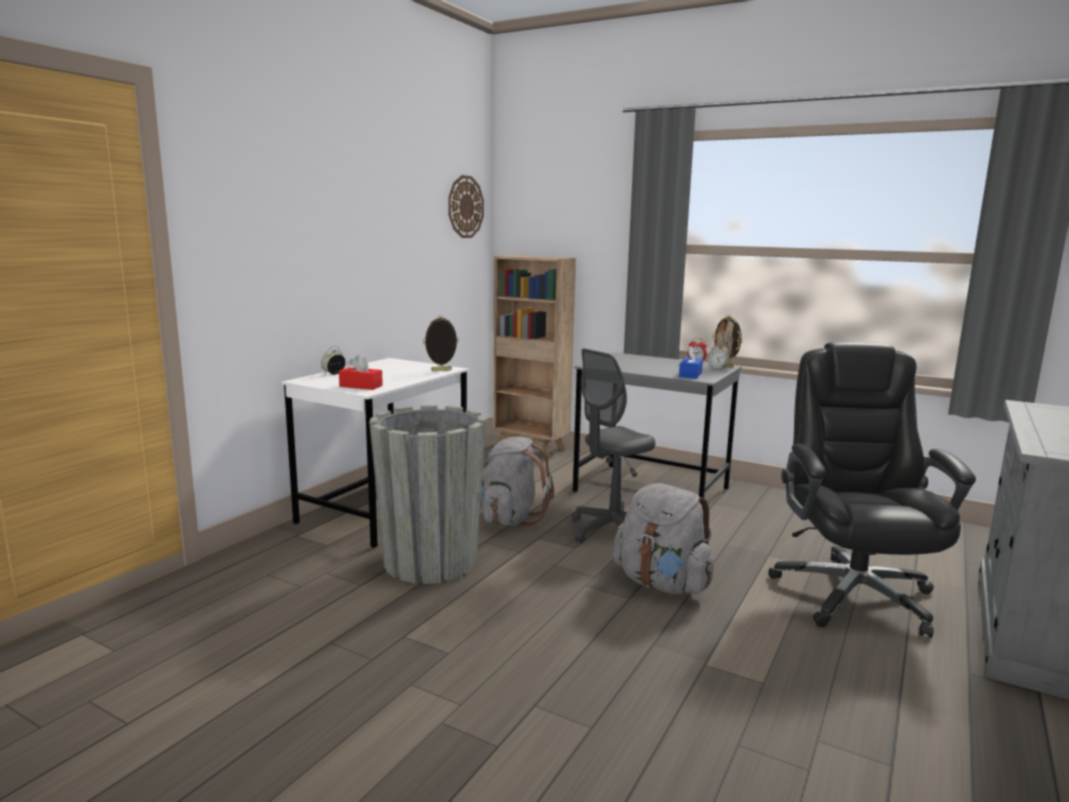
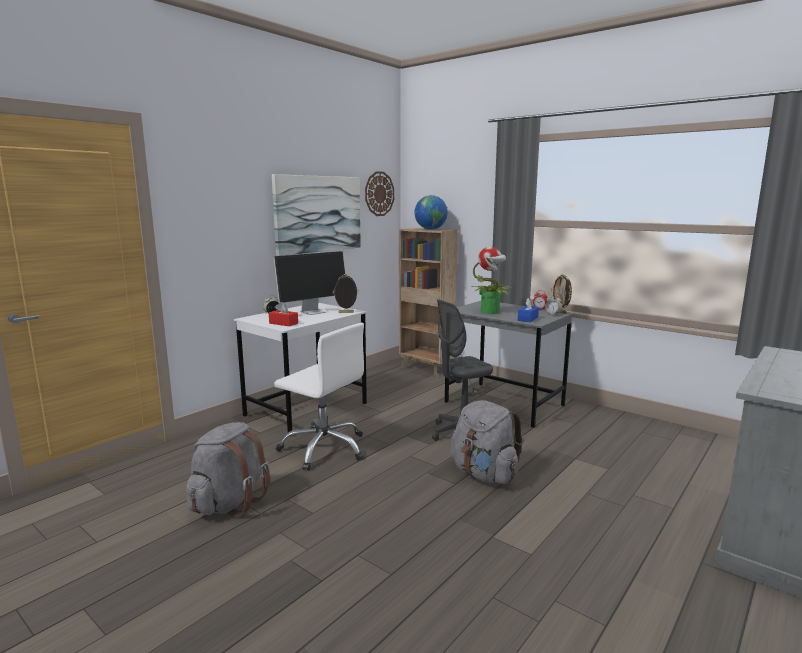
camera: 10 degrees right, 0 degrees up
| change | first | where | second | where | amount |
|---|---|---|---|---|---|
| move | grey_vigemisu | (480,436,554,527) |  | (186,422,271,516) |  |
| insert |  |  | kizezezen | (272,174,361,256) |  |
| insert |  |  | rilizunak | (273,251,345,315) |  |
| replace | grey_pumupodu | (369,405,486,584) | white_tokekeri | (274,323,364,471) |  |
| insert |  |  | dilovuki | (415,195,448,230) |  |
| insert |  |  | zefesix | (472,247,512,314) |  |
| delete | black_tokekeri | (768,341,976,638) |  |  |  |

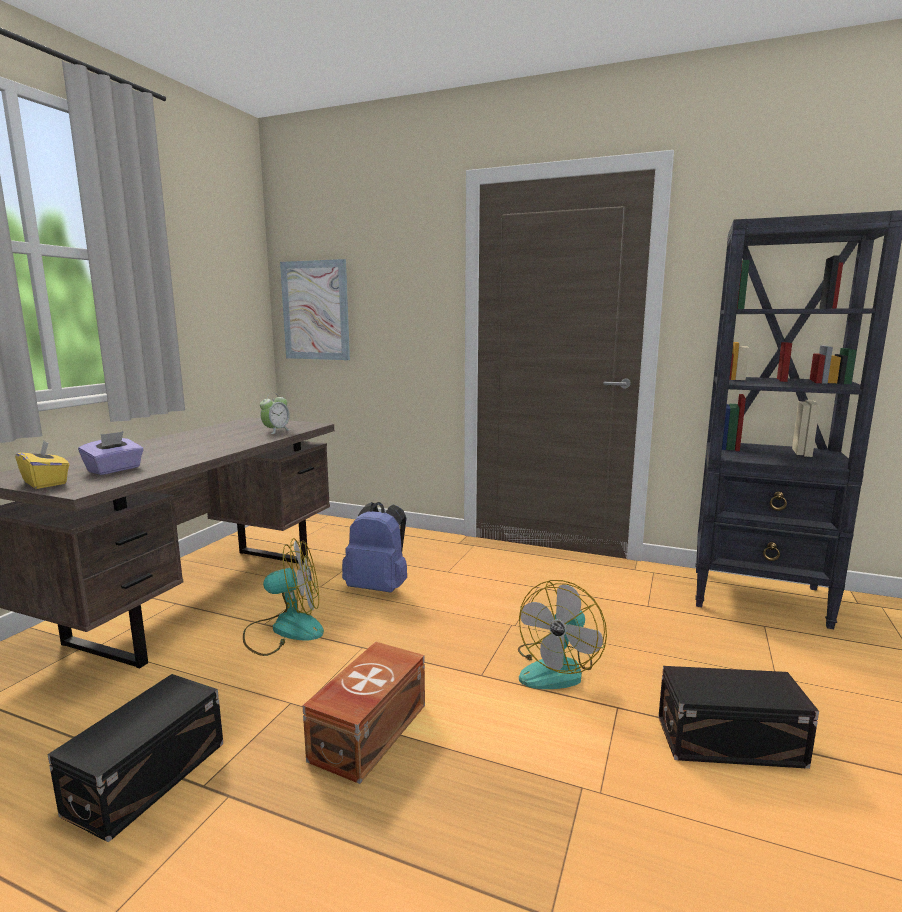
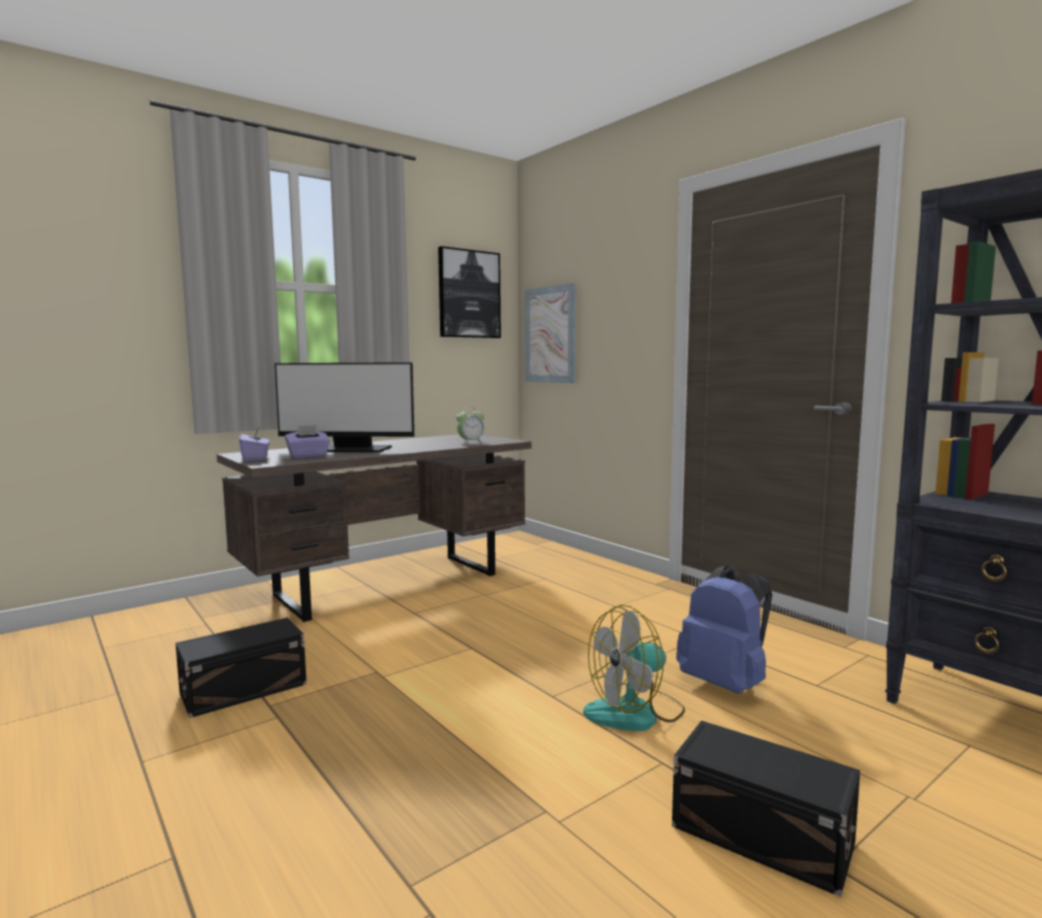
camera: 30 degrees right, 5 degrees down
| change | first | where | second | where | amount |
|---|---|---|---|---|---|
| recolor | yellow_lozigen | (15,441,69,489) | purple_lozigen | (239,427,270,461) |  |
| insert |  |  | rilizunak | (275,362,414,453) |  |
| insert |  |  | kizezezen | (438,246,501,338) |  |
| move | blue_vigemisu | (342,502,407,593) |  | (676,566,772,694) |  |
| delete | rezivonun | (243,538,324,656) |  |  |  |
| delete | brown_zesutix | (302,642,425,784) |  |  |  |

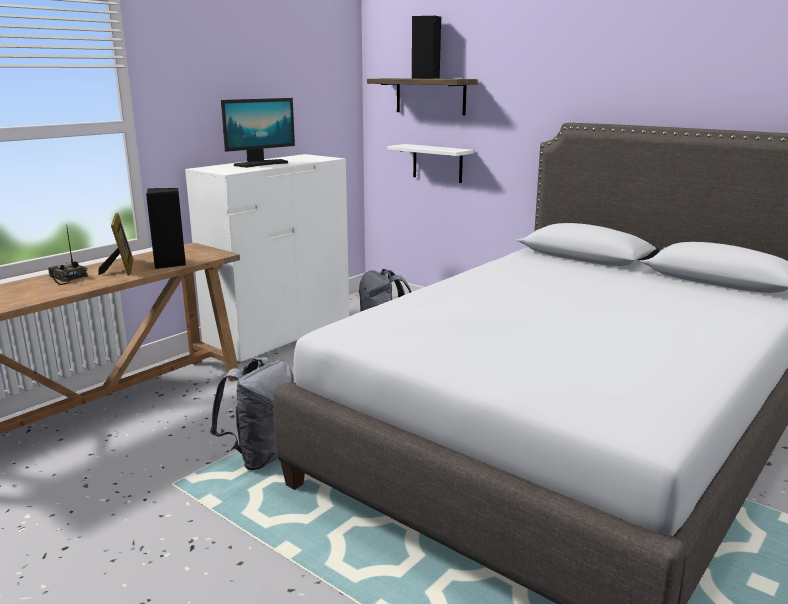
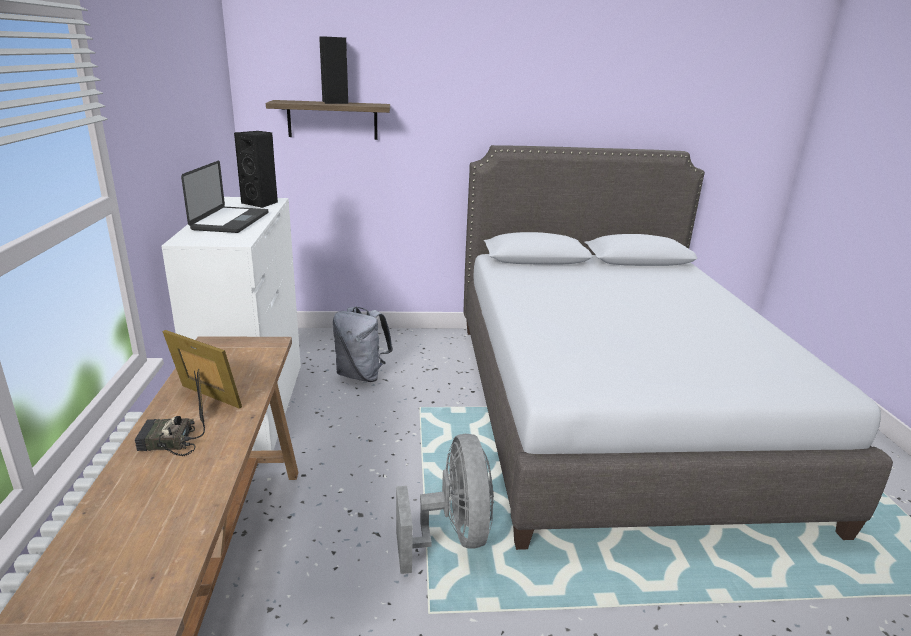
camera: 45 degrees left, 5 degrees up
| change | first | where | second | where | amount |
|---|---|---|---|---|---|
| replace | rilizunak | (221,98,295,168) | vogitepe | (181,160,268,233) |  |
| move | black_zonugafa | (146,188,186,269) |  | (234,131,278,208) |  |
| replace | grey_vigemisu | (210,357,294,470) | grey_rezivonun | (396,434,494,574) |  |
| delete | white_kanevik | (387,144,474,183) |  |  |  |

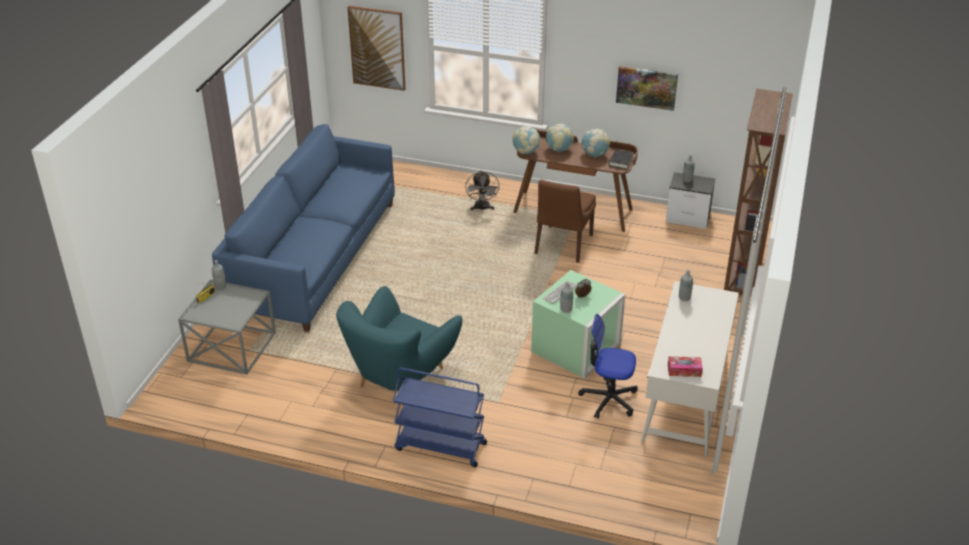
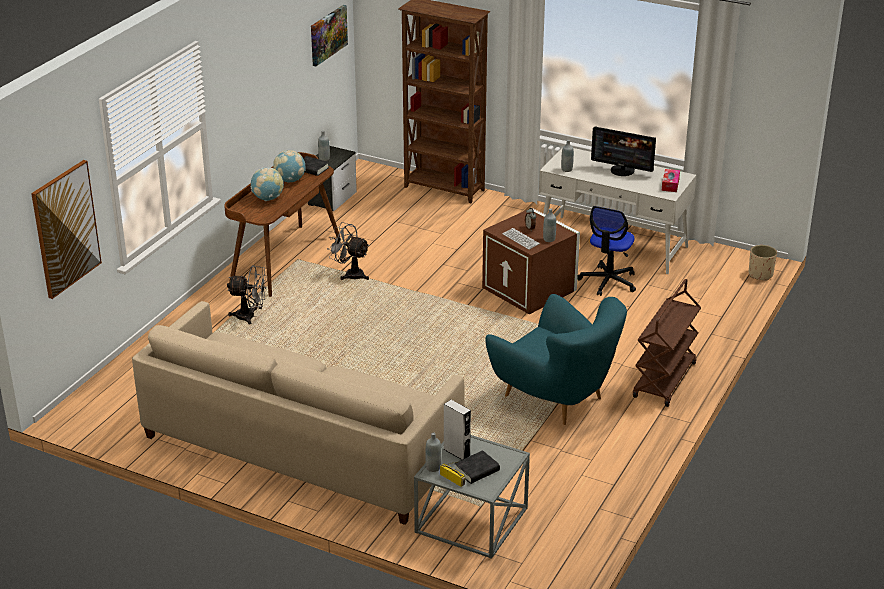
camera: 80 degrees left, 5 degrees down
| change | first | where | second | where | amount |
|---|---|---|---|---|---|
| recolor | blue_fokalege | (212,124,395,332) | beige_fokalege | (132,301,464,525) |  |
| move | kizezezen | (616,66,678,111) |  | (311,5,348,66) |  |
| replace | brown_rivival | (534,180,596,263) | grey_rezivonun | (327,222,370,280) |  |
| insert |  |  | grey_zonugafa | (443,400,471,460) |  |
| insert |  |  | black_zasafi | (454,450,500,484) |  |
| recolor | green_zesutix | (531,270,626,379) | brown_zesutix | (482,209,580,314) |  |
| insert |  |  | rilizunak | (591,126,656,176) |  |
| recolor | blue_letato | (393,367,487,467) | brown_letato | (633,279,701,407) |  |
| insert |  |  | beige_pumupodu | (749,245,777,281) |  |
| delete | dilovuki | (512,126,541,154) |  |  |  |

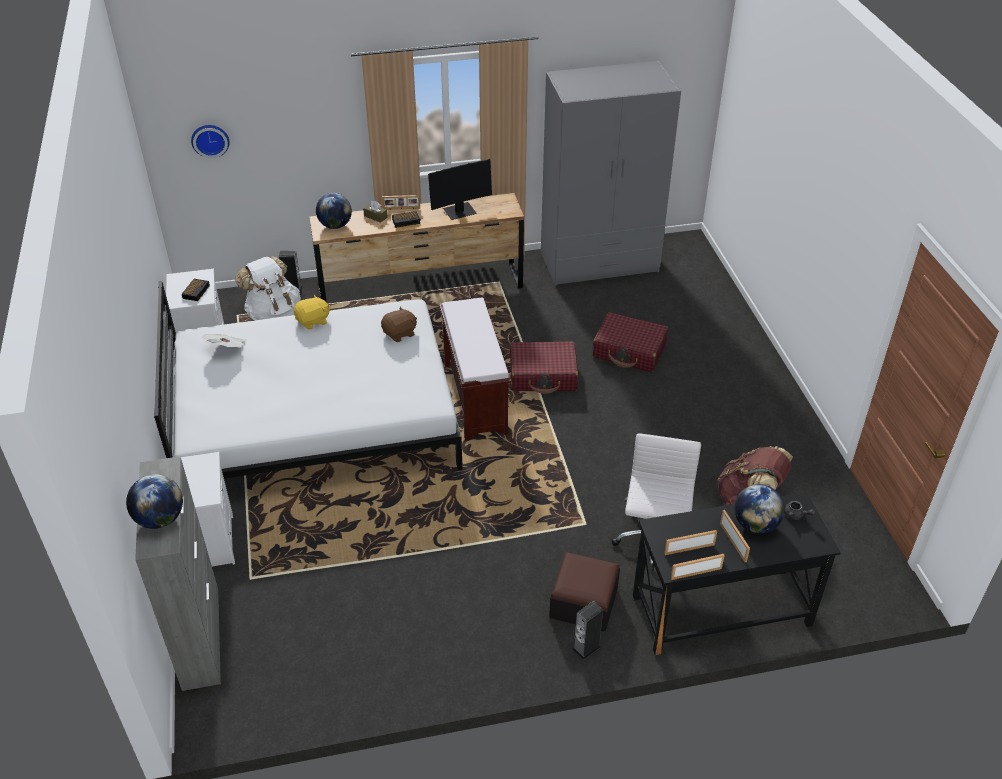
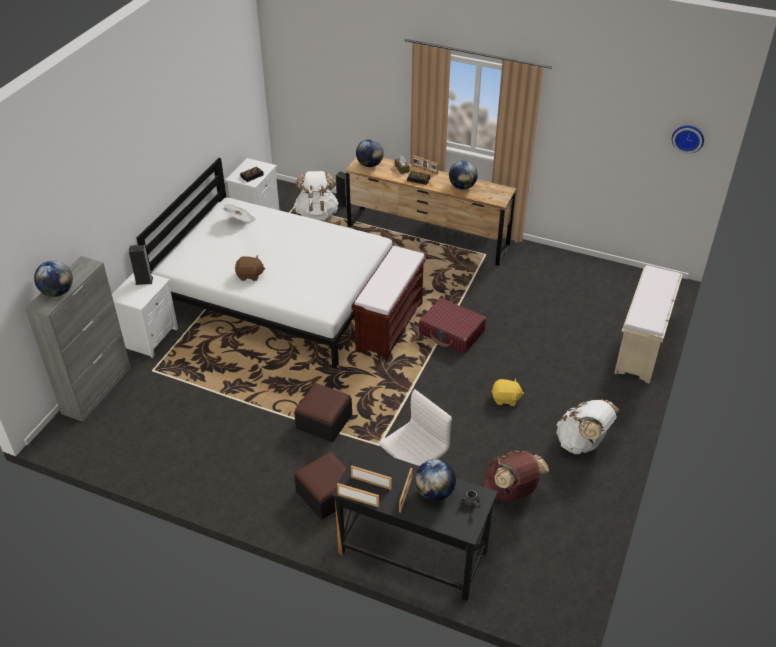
camera: 35 degrees right, 0 degrees up
| change | first | where | second | where | amount |
|---|---|---|---|---|---|
| move | zonugafa | (572,601,603,660) |  | (129,245,153,285) |  |
| move | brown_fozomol | (381,307,417,342) |  | (235,255,265,281) |  |
| insert |  |  | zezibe | (294,383,352,442) |  |
| replace | rilizunak | (428,159,492,220) | dilovuki | (449,161,478,190) |  |
| move | yellow_fozomol | (294,294,331,330) |  | (491,379,524,406) |  |
| insert |  |  | white_vigemisu | (556,400,620,454) |  |
| insert |  |  | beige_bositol | (614,265,683,384) |  |
| move | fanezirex | (191,125,229,158) |  | (672,125,704,154) |  |
| delete | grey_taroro | (541,61,681,286) |  |  |  |
| delete | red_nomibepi | (593,312,668,372) |  |  |  |

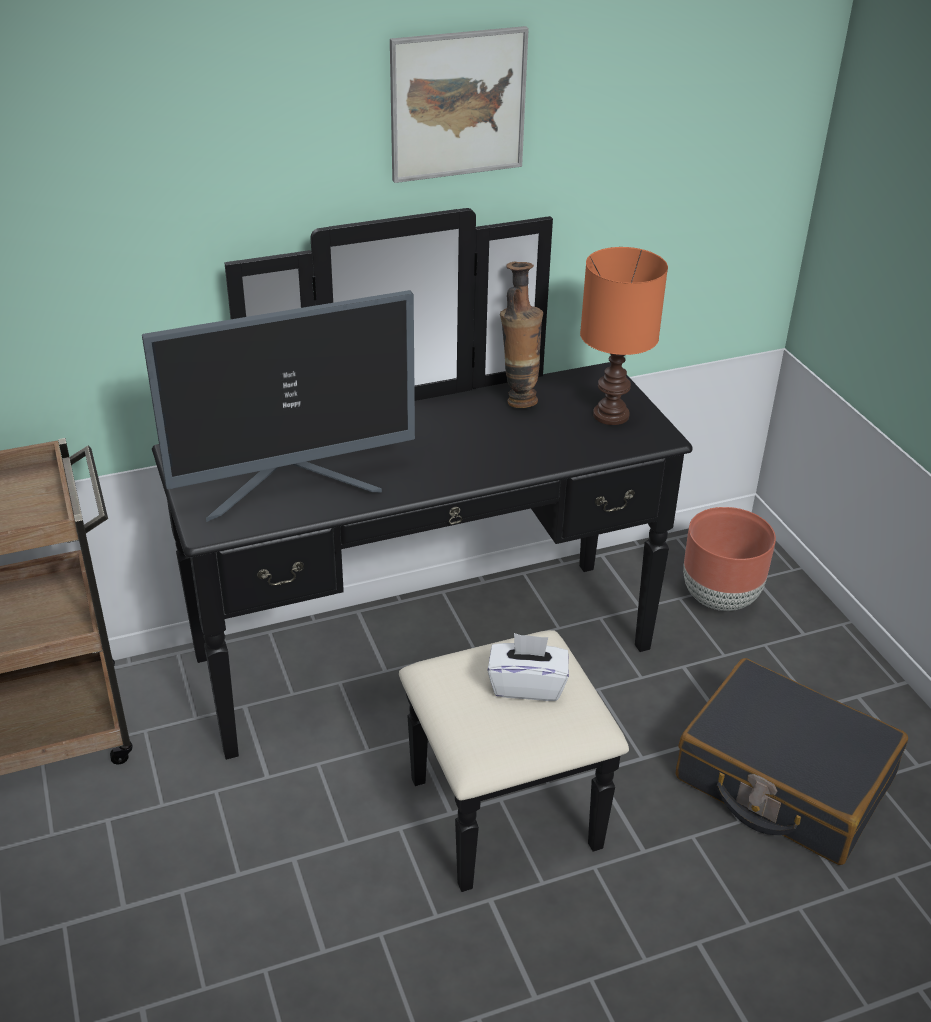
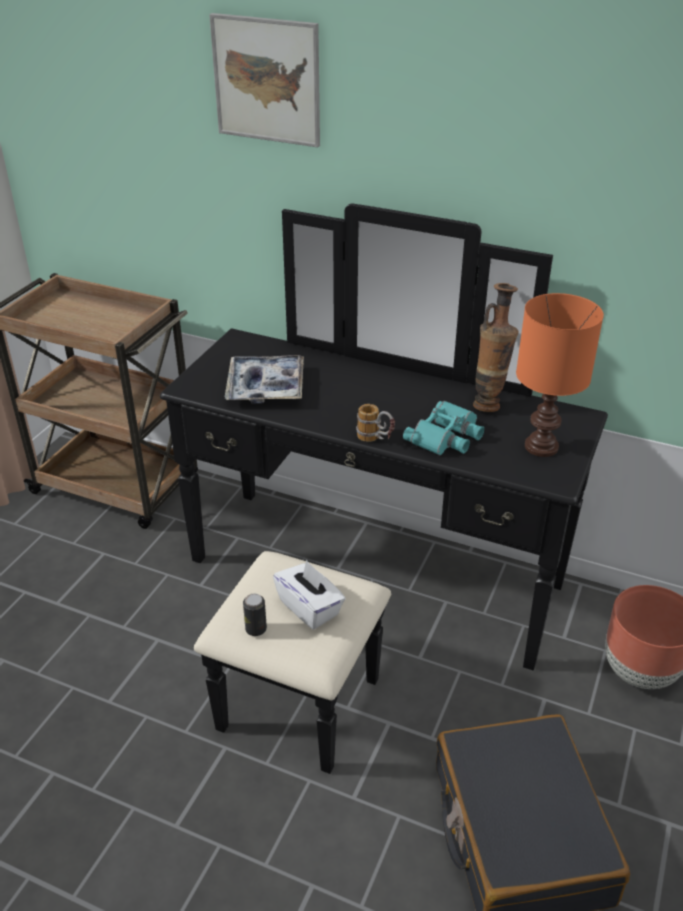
camera: 45 degrees right, 0 degrees up
| change | first | where | second | where | amount |
|---|---|---|---|---|---|
| move | kizezezen | (390,26,529,183) |  | (209,13,320,147) |  |
| replace | rilizunak | (142,290,415,522) | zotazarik | (225,355,304,404) |  |
| insert |  |  | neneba | (243,594,267,636) |  |
| insert |  |  | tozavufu | (356,404,395,442) |  |
| insert |  |  | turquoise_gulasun | (403,401,484,455) |  |

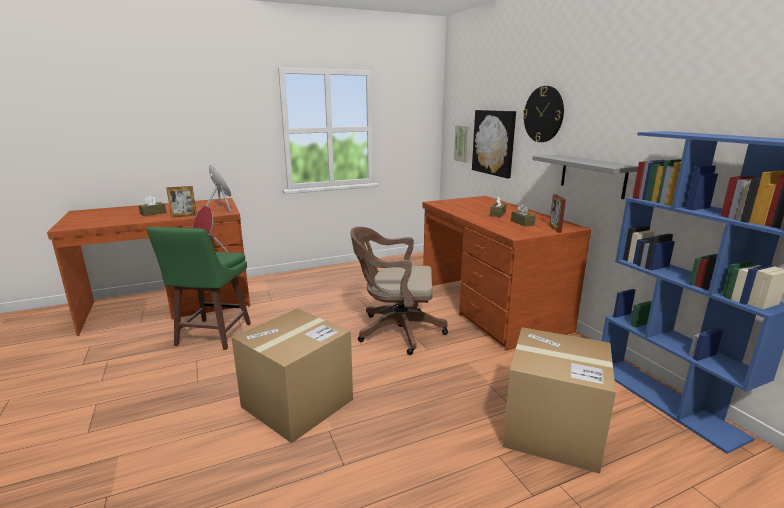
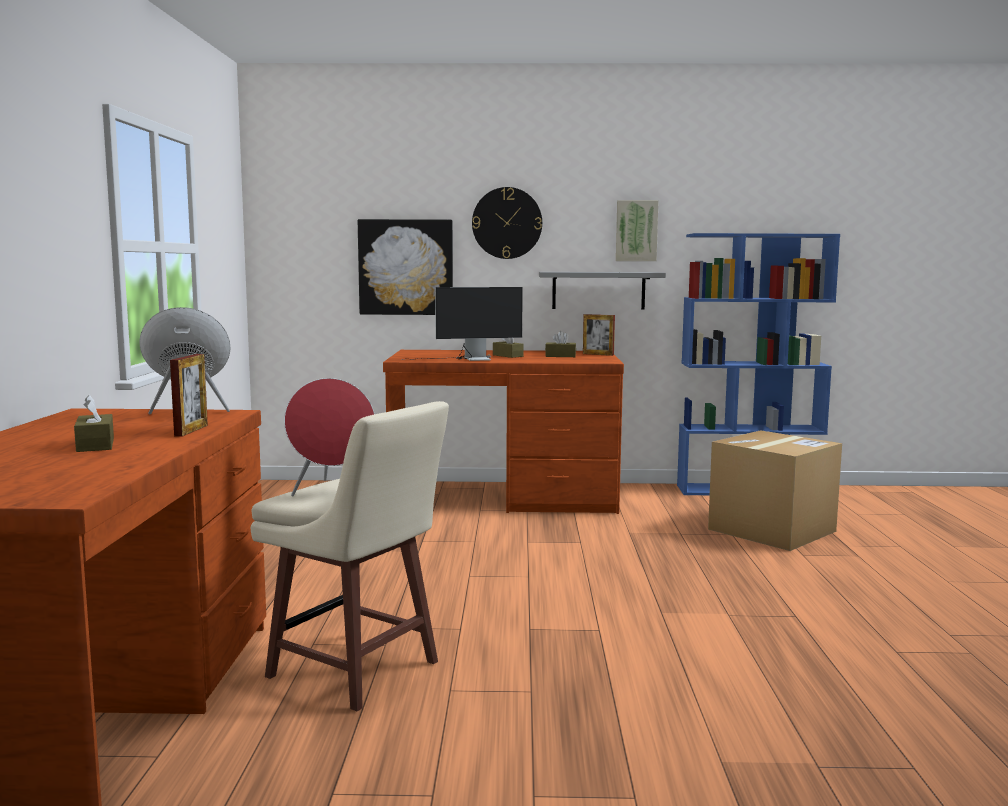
camera: 65 degrees left, 10 degrees down
| change | first | where | second | where | amount |
|---|---|---|---|---|---|
| recolor | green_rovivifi | (147,227,251,350) | beige_rovivifi | (251,401,449,711) |  |
| insert |  |  | rilizunak | (401,287,523,361) |  |
| move | kizezezen | (454,125,471,163) |  | (616,200,659,261) |  |
| delete | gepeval | (232,308,353,443) |  |  |  |
| delete | brown_tokekeri | (350,227,448,355) |  |  |  |

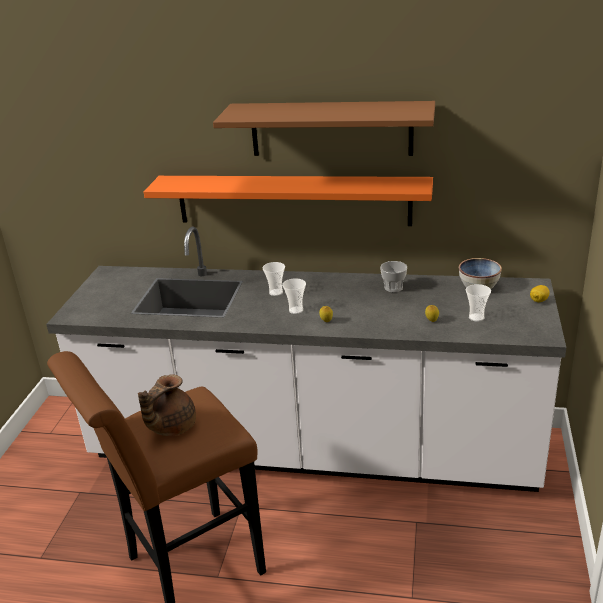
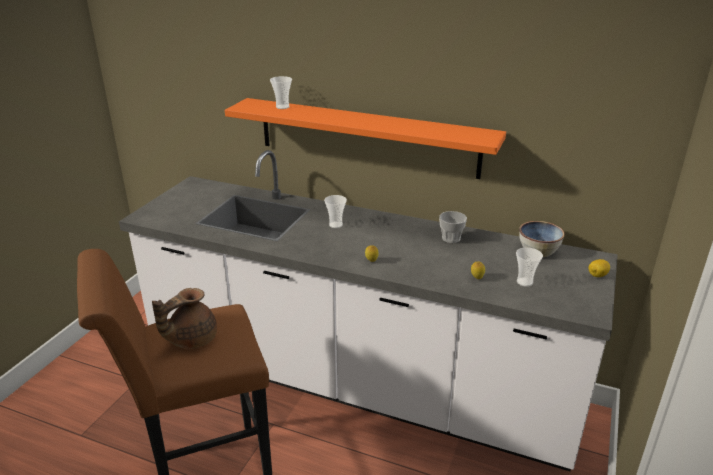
camera: 10 degrees right, 0 degrees up
| change | first | where | second | where | amount |
|---|---|---|---|---|---|
| move | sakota | (282,279,306,314) |  | (270,76,292,109) |  |
| delete | brown_kanevik | (213,101,435,156) |  |  |  |

